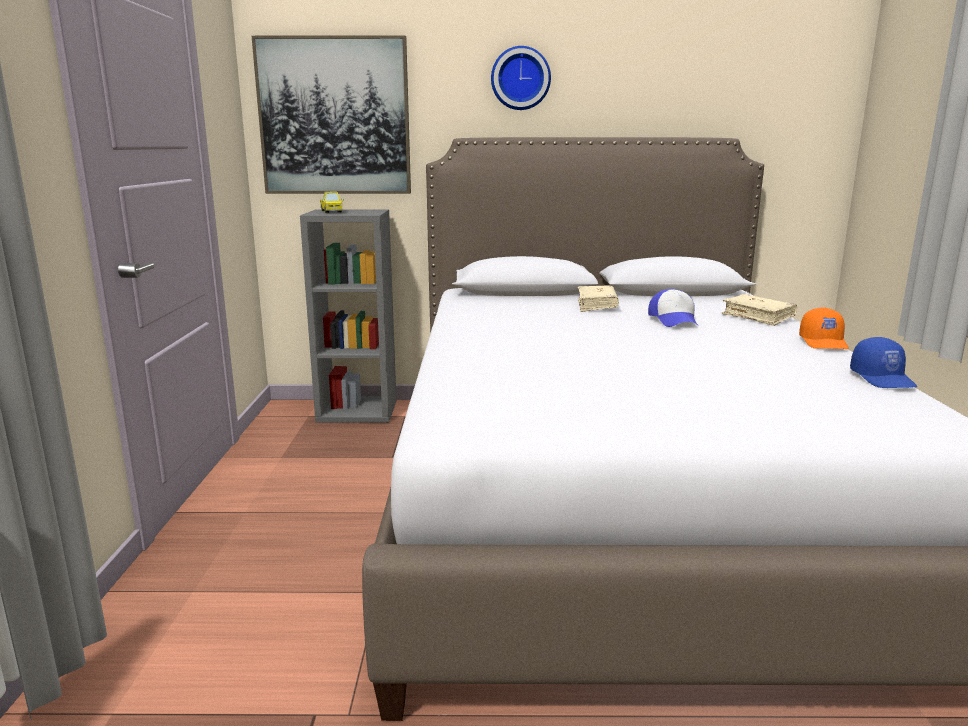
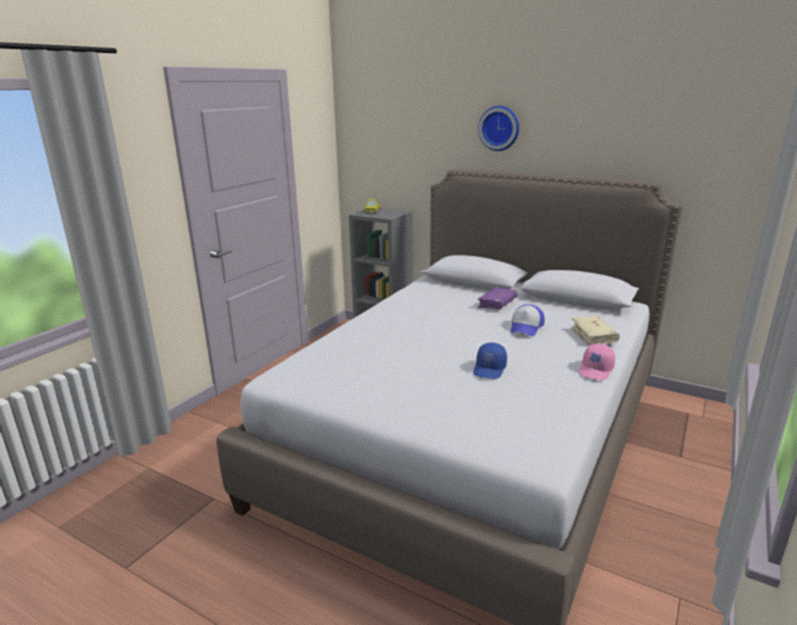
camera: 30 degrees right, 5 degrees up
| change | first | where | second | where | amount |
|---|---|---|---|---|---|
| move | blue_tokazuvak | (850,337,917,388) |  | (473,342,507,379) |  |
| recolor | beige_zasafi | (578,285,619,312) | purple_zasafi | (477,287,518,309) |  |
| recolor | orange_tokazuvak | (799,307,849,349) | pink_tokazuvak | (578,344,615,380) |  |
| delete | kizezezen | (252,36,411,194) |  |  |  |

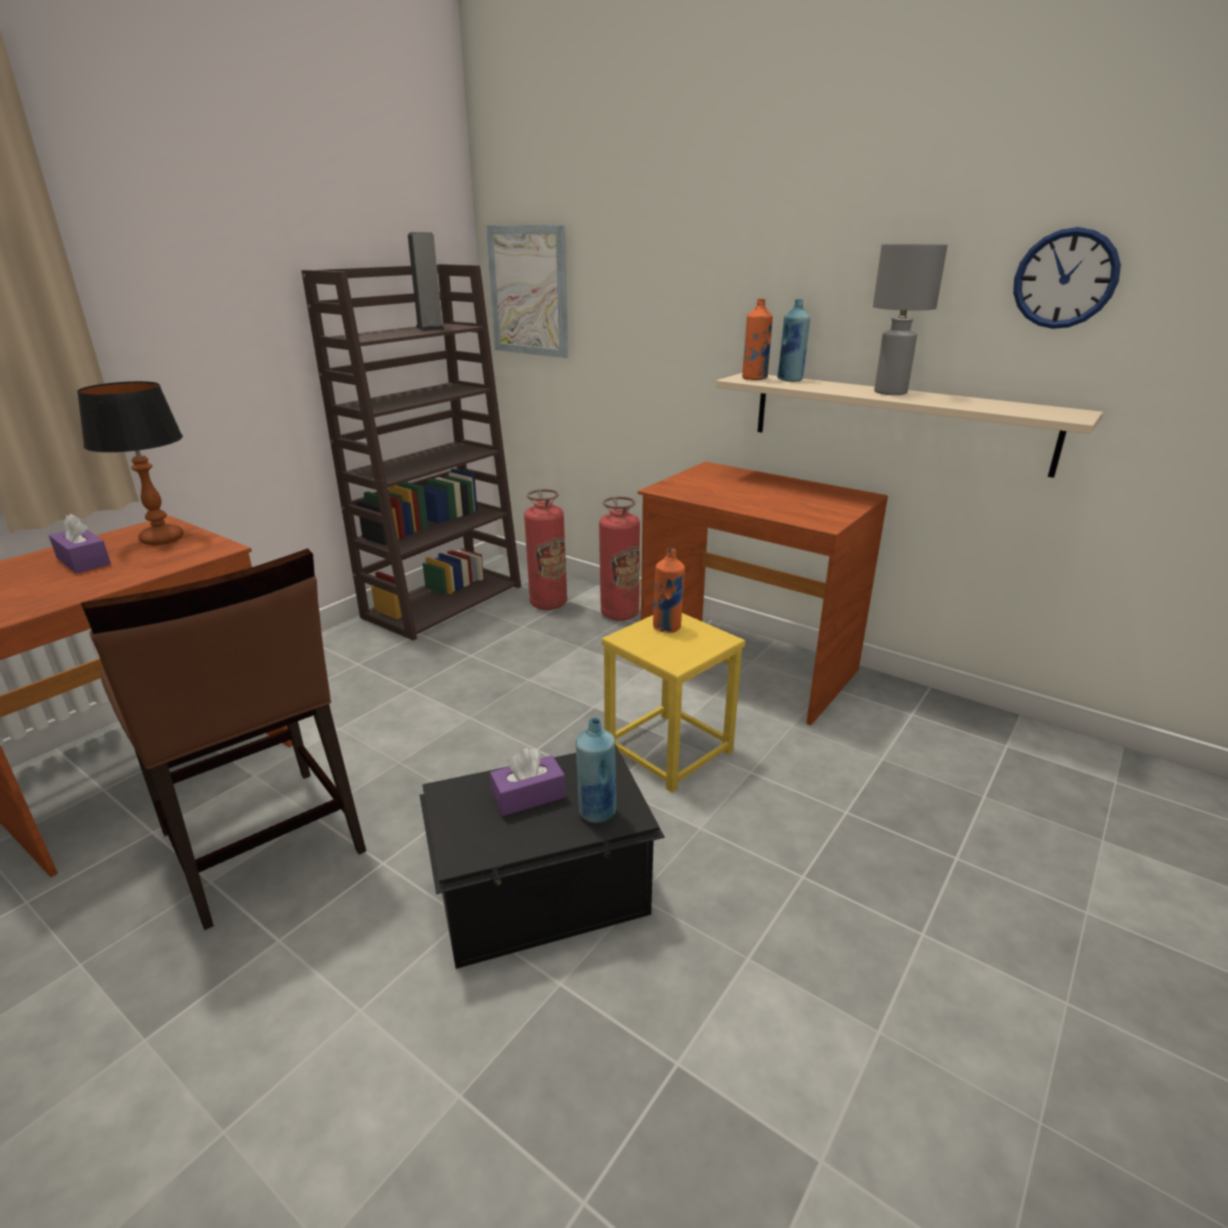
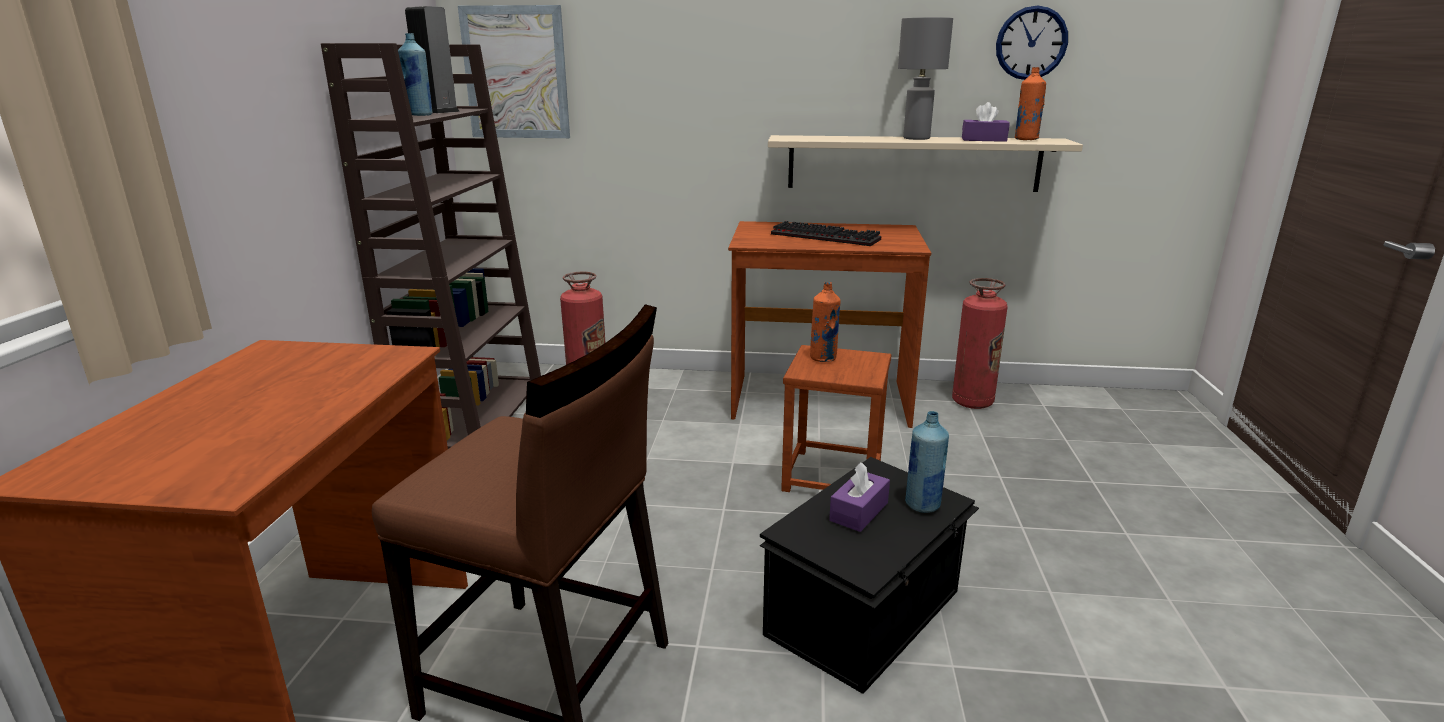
camera: 30 degrees left, 5 degrees down
| change | first | where | second | where | amount |
|---|---|---|---|---|---|
| move | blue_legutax | (777,299,810,382) |  | (398,33,432,116) |  |
| insert |  |  | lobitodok | (771,221,882,246) |  |
| recolor | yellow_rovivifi | (602,613,745,793) | brown_rovivifi | (781,345,891,492) |  |
| move | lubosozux | (599,496,640,621) |  | (952,278,1008,409) |  |
| move | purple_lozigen | (49,513,111,574) |  | (962,102,1010,142) |  |
| move | orange_legutax | (742,299,773,380) |  | (1015,67,1046,140) |  |
| delete | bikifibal | (77,381,184,545) |  |  |  |

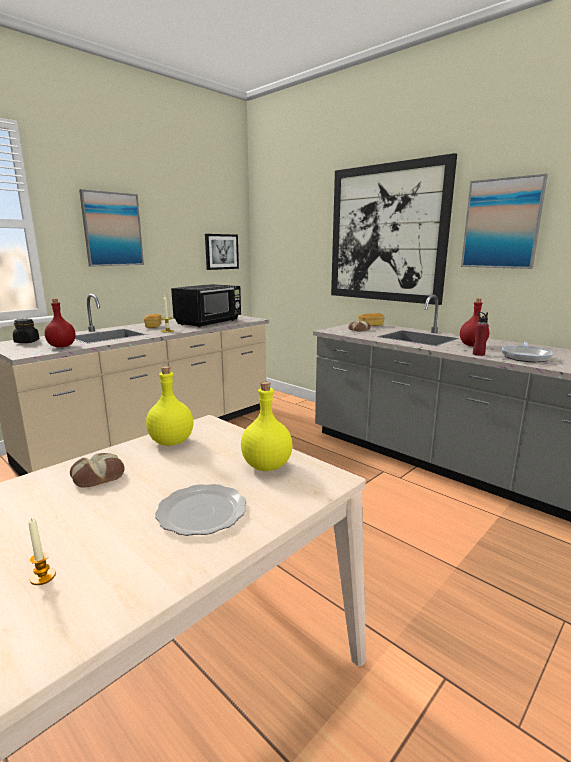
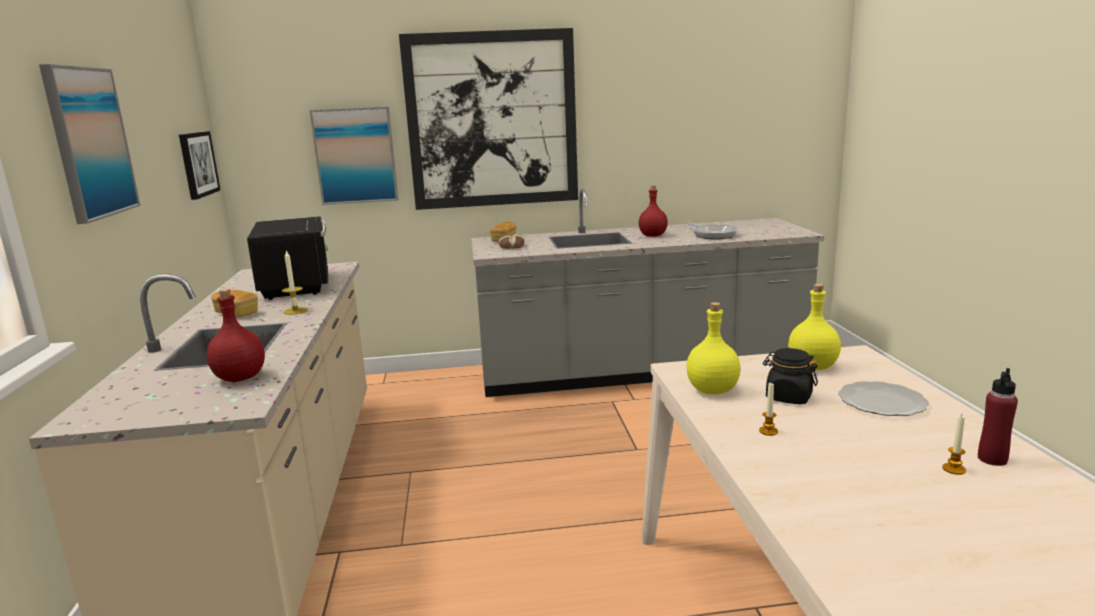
camera: 50 degrees left, 0 degrees up
| change | first | where | second | where | amount |
|---|---|---|---|---|---|
| move | kizezezen | (461,174,548,269) |  | (310,107,398,205) |  |
| replace | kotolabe | (70,453,125,487) | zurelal | (759,383,778,436) |  |
| move | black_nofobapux | (13,319,39,343) |  | (763,348,818,404) |  |
| move | red_legutax | (473,312,489,356) |  | (978,368,1018,466) |  |

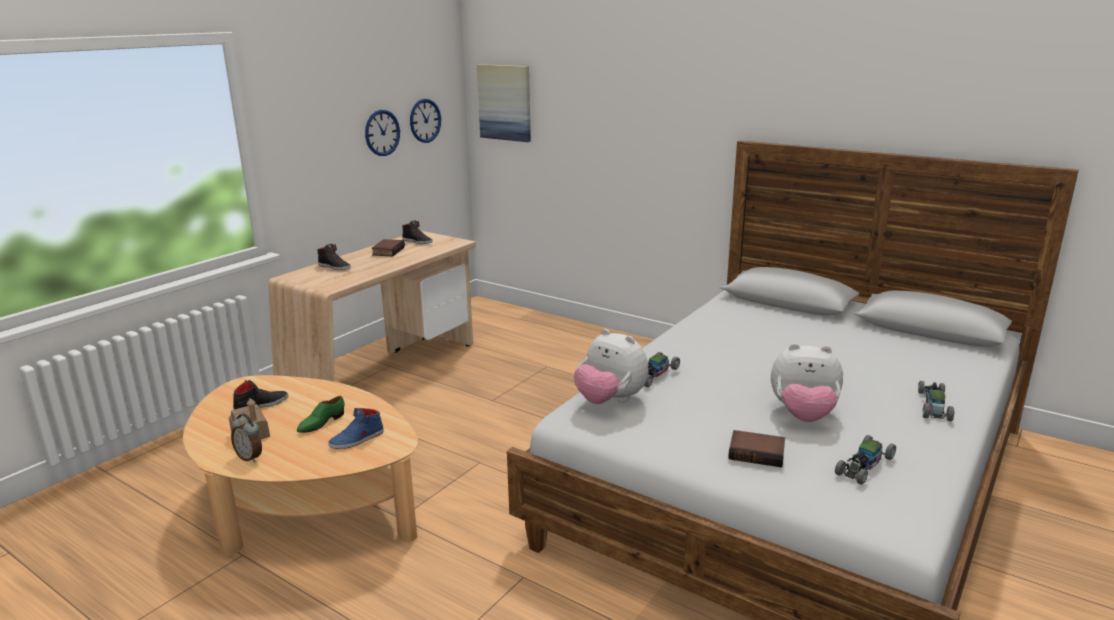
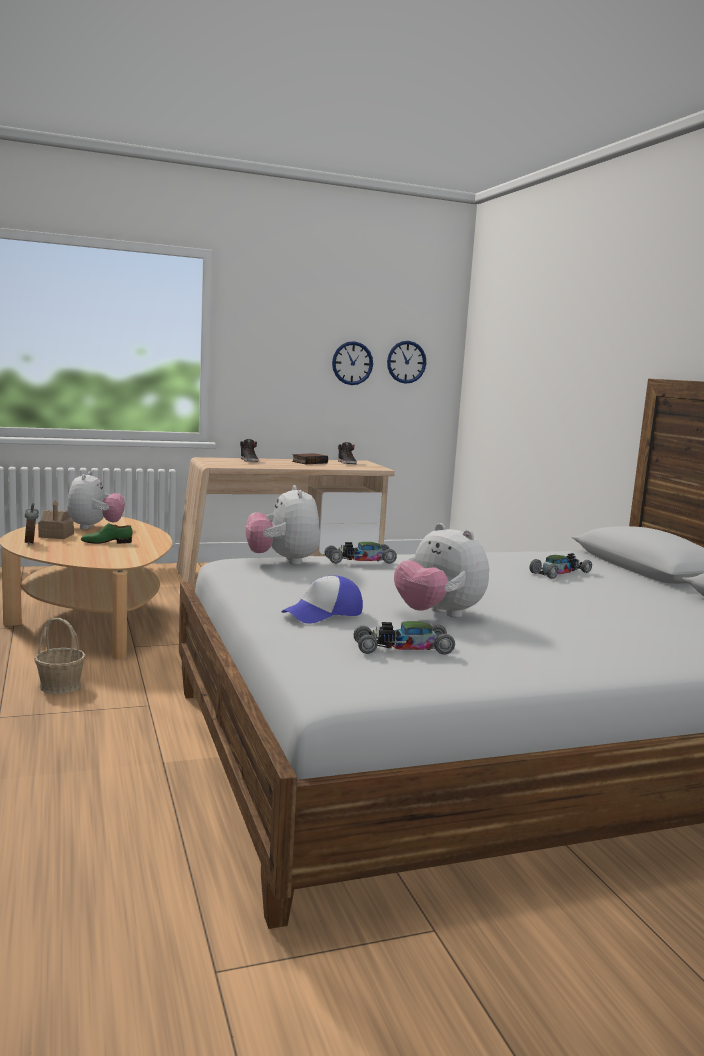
camera: 35 degrees right, 10 degrees down
| change | first | where | second | where | amount |
|---|---|---|---|---|---|
| insert |  |  | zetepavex | (34,618,86,694) |  |
| replace | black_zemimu | (233,380,288,410) | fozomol | (67,471,125,529) |  |
| replace | zasafi | (728,430,785,467) | tokazuvak | (281,576,363,624) |  |
| move | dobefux | (918,381,954,421) |  | (529,553,592,579) |  |
| delete | blue_zemimu | (328,408,384,449) |  |  |  |
| delete | kizezezen | (477,64,531,142) |  |  |  |

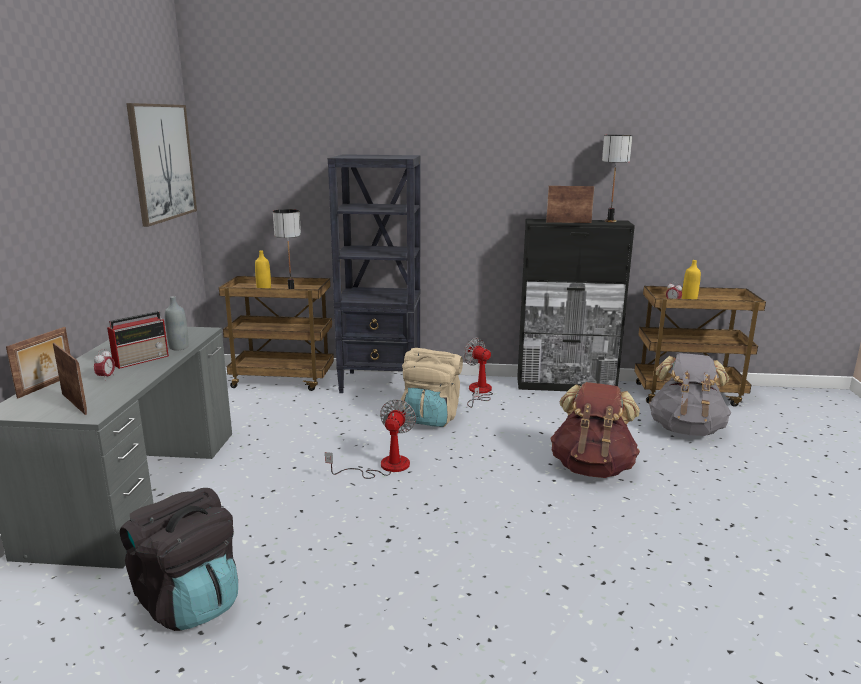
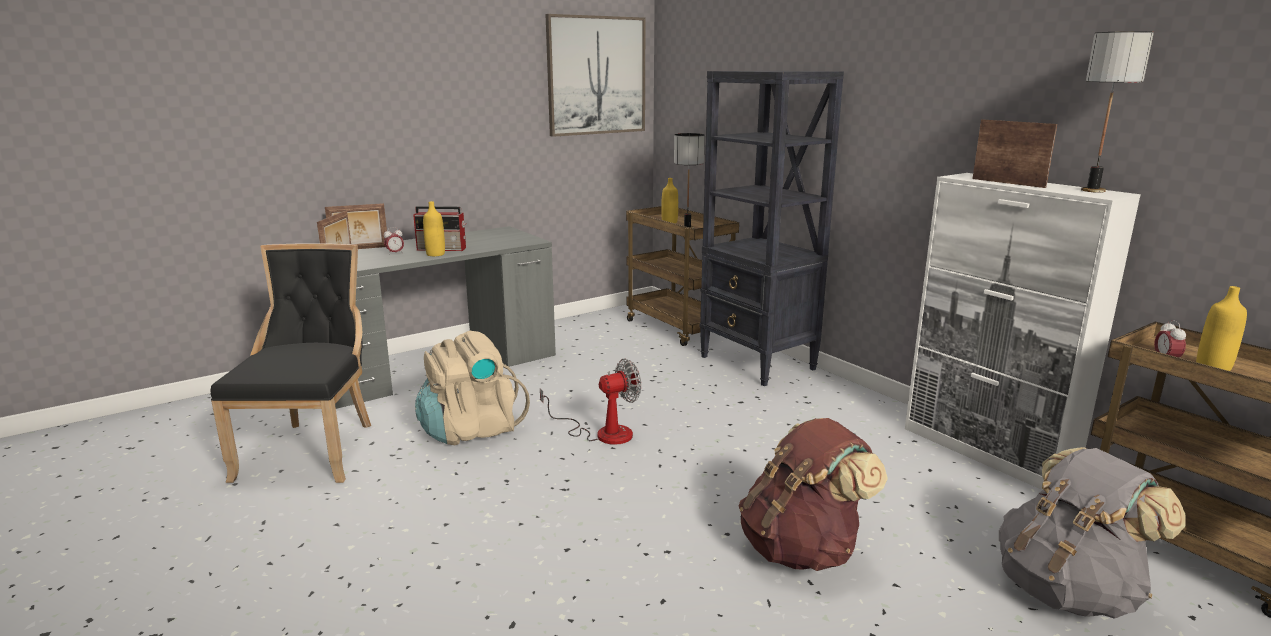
camera: 50 degrees right, 0 degrees up
| change | first | where | second | where | amount |
|---|---|---|---|---|---|
| replace | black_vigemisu | (120,488,238,631) | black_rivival | (211,243,371,483) |  |
| move | beige_vigemisu | (401,348,463,427) |  | (415,331,530,445) |  |
| insert |  |  | yellow_legutax | (423,201,445,256) |  |
| recolor | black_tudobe | (517,219,635,391) | white_tudobe | (905,173,1141,490) |  |
| delete | grey_legutax | (165,296,189,351) |  |  |  |
| delete | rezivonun | (463,338,493,408) |  |  |  |

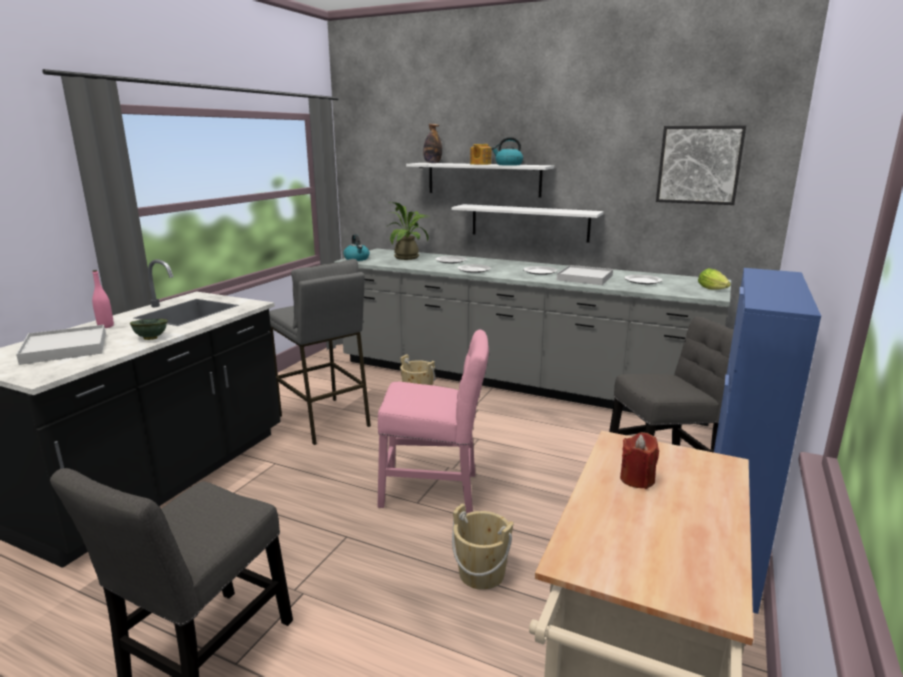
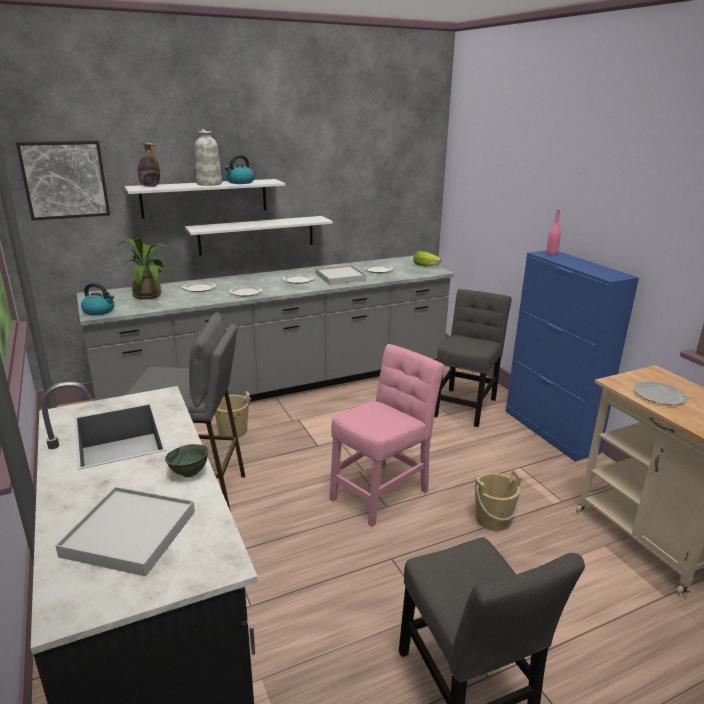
camera: 50 degrees left, 5 degrees up
| change | first | where | second | where | amount |
|---|---|---|---|---|---|
| move | kizezezen | (656,126,746,205) |  | (16,141,110,220) |  |
| replace | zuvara | (470,144,491,165) | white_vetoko | (195,129,222,186) |  |
| move | pink_legutax | (92,270,114,328) |  | (546,210,561,255) |  |
| replace | red_zurelal | (620,432,659,489) | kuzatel | (634,382,688,405) |  |

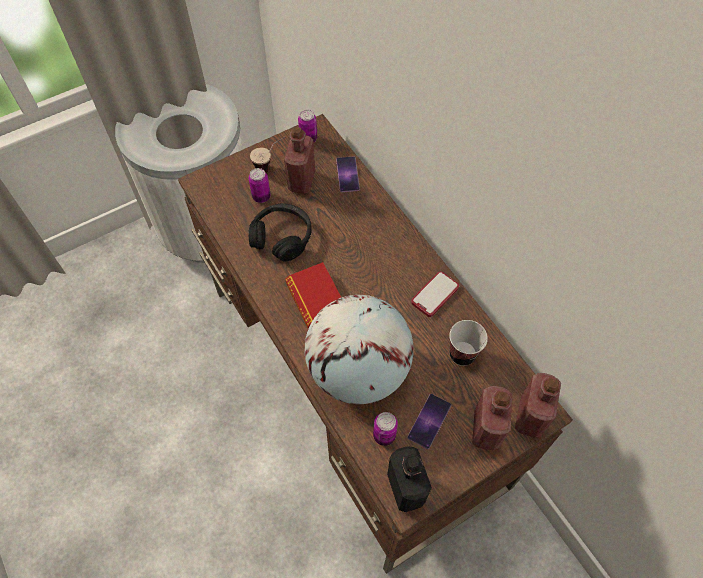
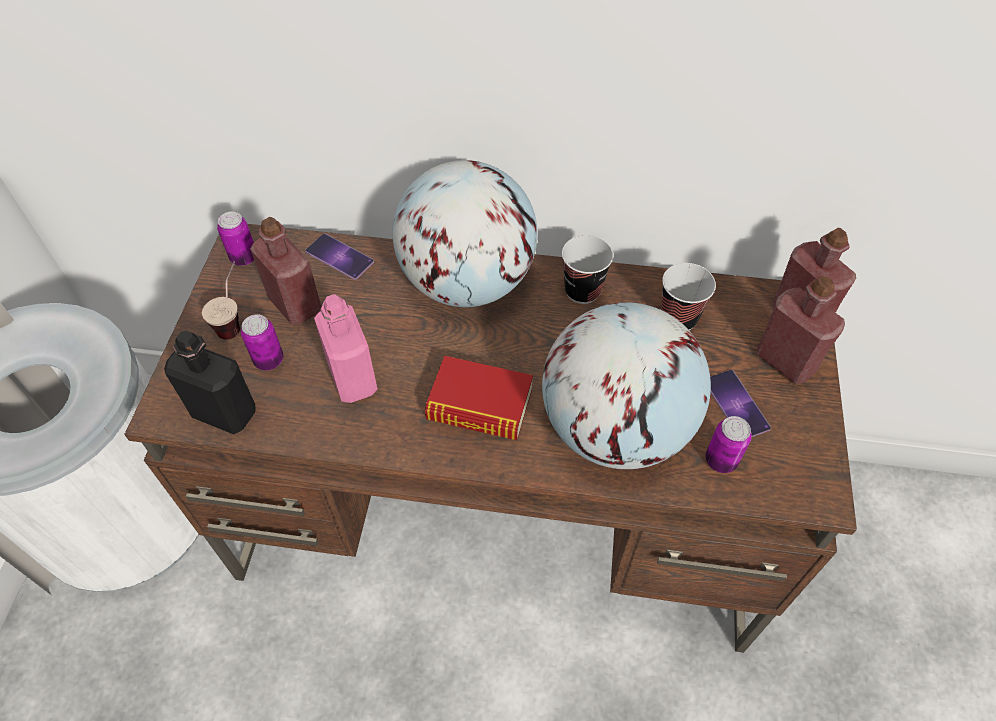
camera: 50 degrees left, 5 degrees down
| change | first | where | second | where | amount |
|---|---|---|---|---|---|
| move | black_legutax | (387,446,432,512) |  | (164,331,256,434) |  |
| replace | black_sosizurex | (249,203,312,262) | pink_legutax | (314,294,377,403) |  |
| insert |  |  | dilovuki | (393,160,538,307) |  |
| replace | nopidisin | (411,271,459,317) | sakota | (562,235,613,304) |  |

